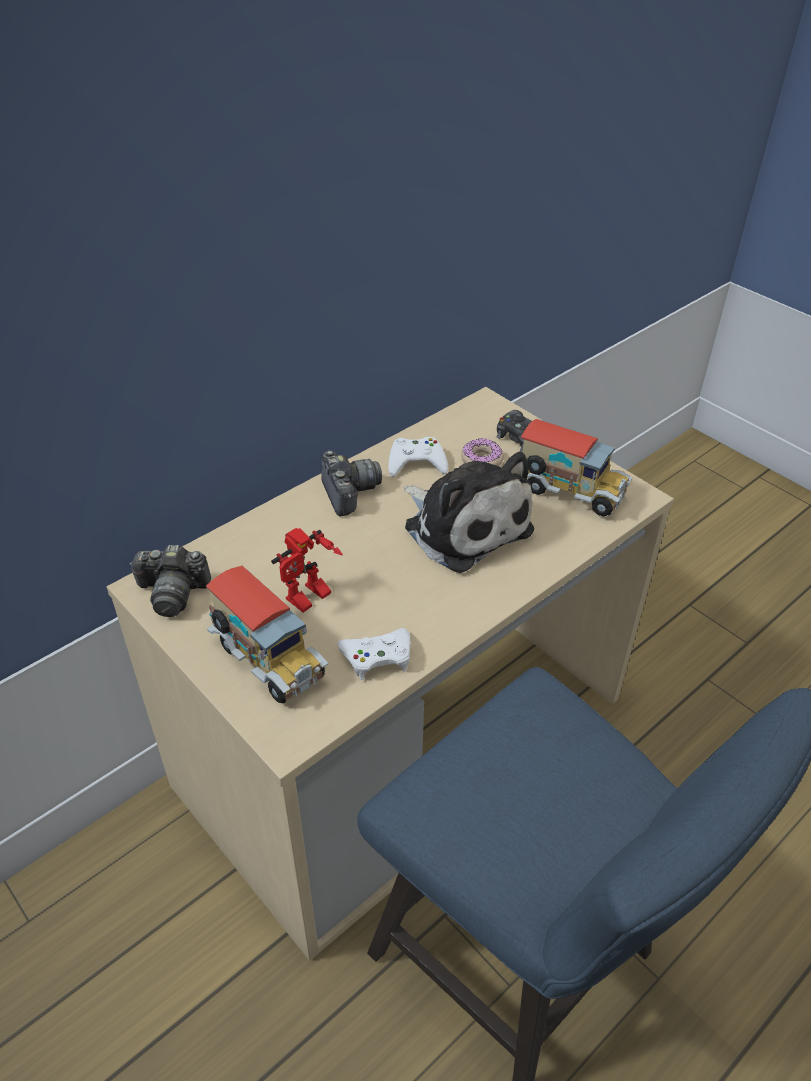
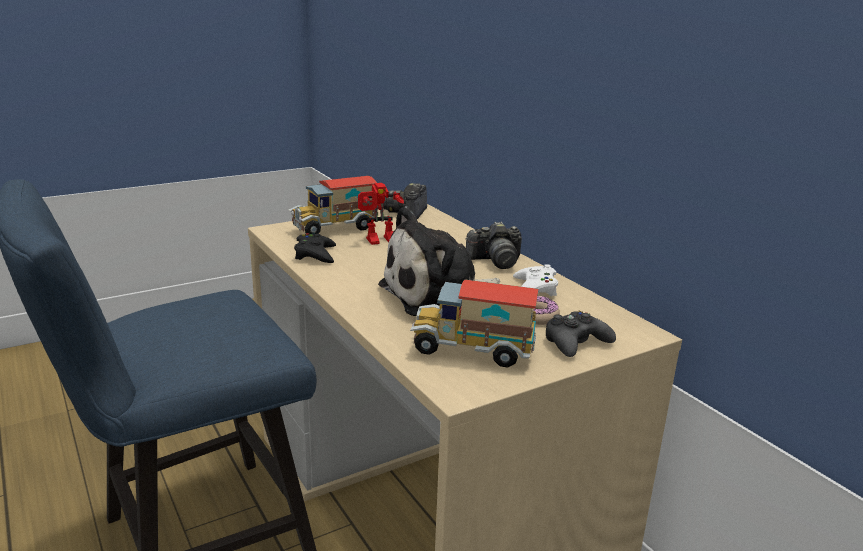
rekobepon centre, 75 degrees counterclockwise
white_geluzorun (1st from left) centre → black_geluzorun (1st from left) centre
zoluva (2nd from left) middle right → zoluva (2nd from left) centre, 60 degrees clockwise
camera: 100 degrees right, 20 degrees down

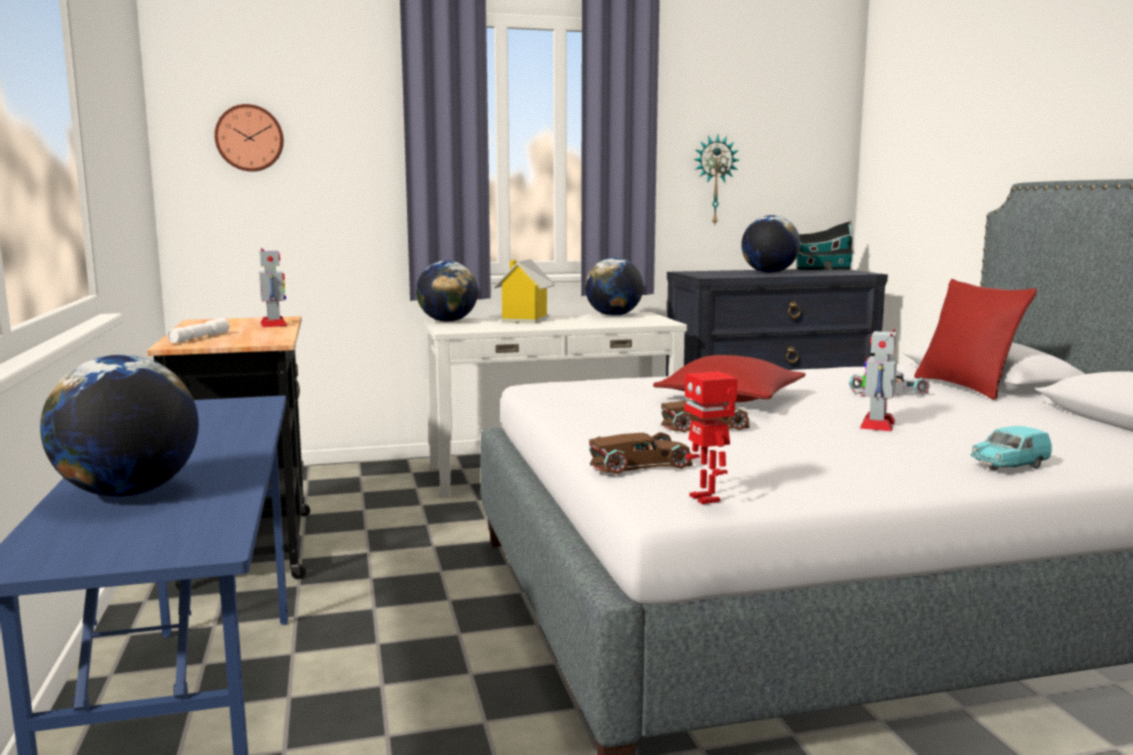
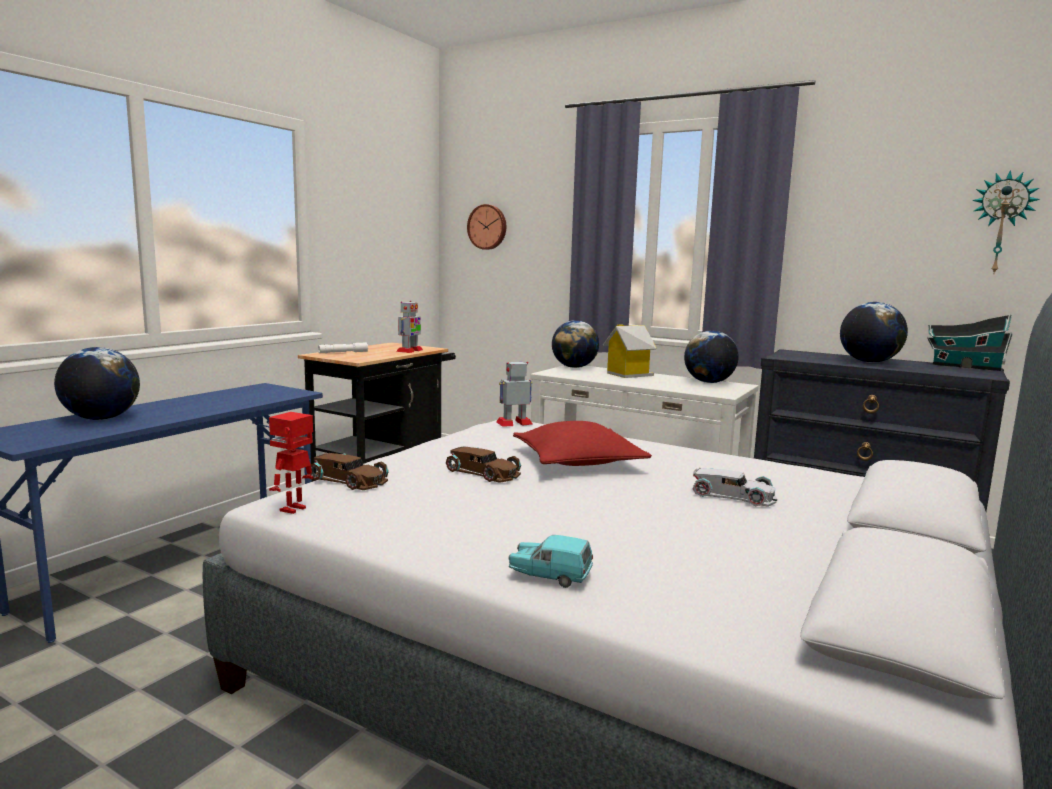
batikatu (2nd from left) top centre → batikatu (2nd from left) top right, moved
rekobepon (3rd from left) middle right → rekobepon (3rd from left) centre, moved
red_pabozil (2nd from left) middle right → -
camera: 45 degrees right, 0 degrees up

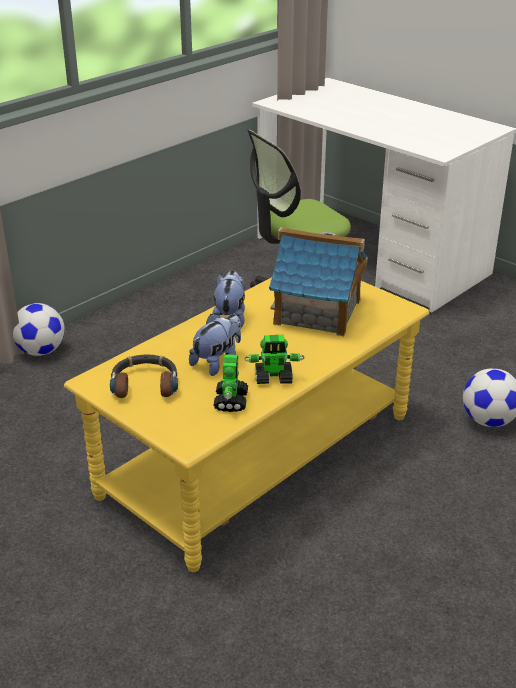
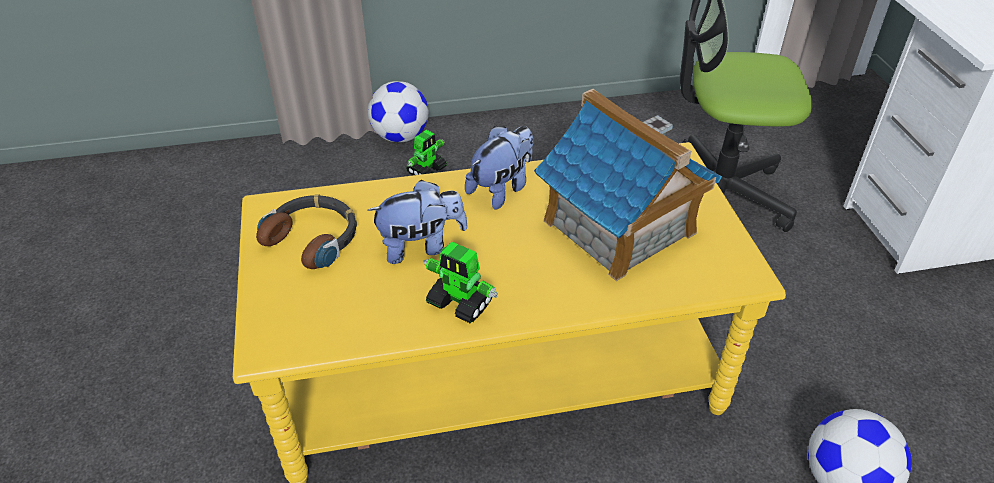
rekobepon (1st from left) centre → rekobepon (1st from left) top centre, moved
camera: 35 degrees right, 10 degrees up

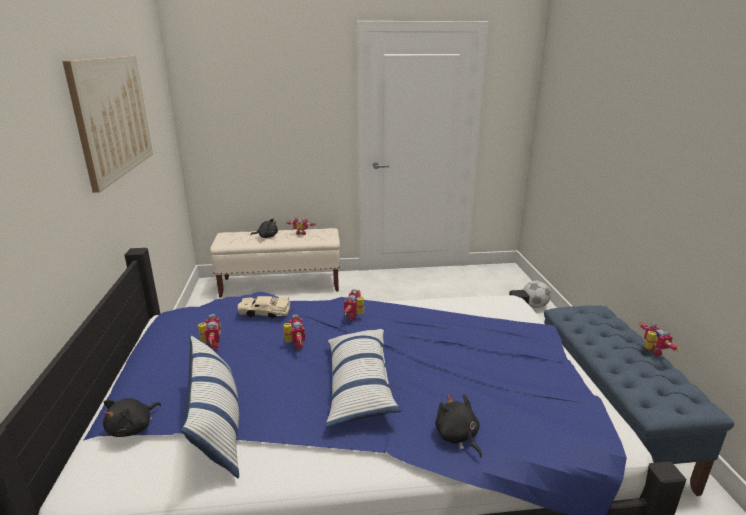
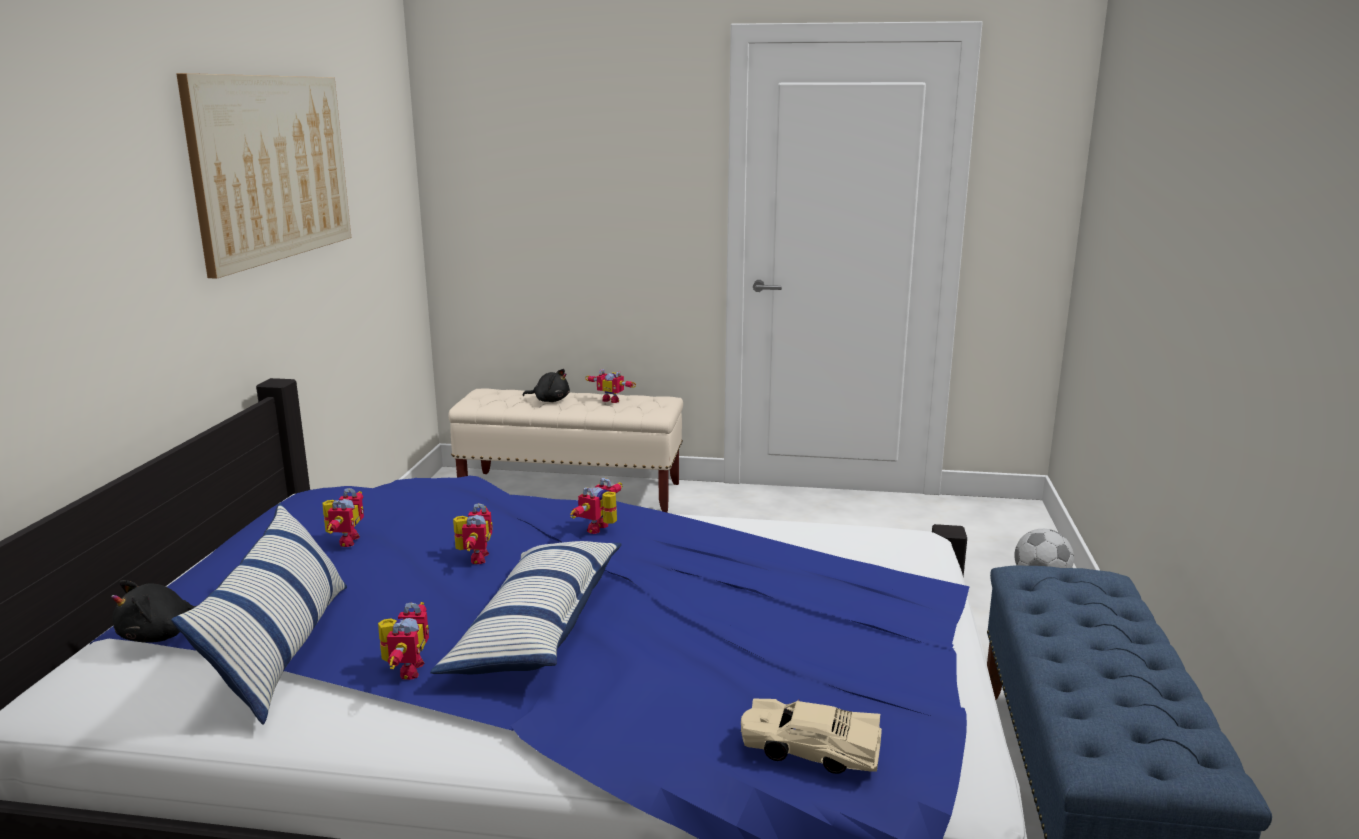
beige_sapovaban centre → beige_sapovaban bottom centre, moved
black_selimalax (3rd from left) bottom centre → -
rekobepon (5th from left in the first image) middle right → rekobepon (2nd from left) bottom left, moved
camera: 15 degrees right, 5 degrees down

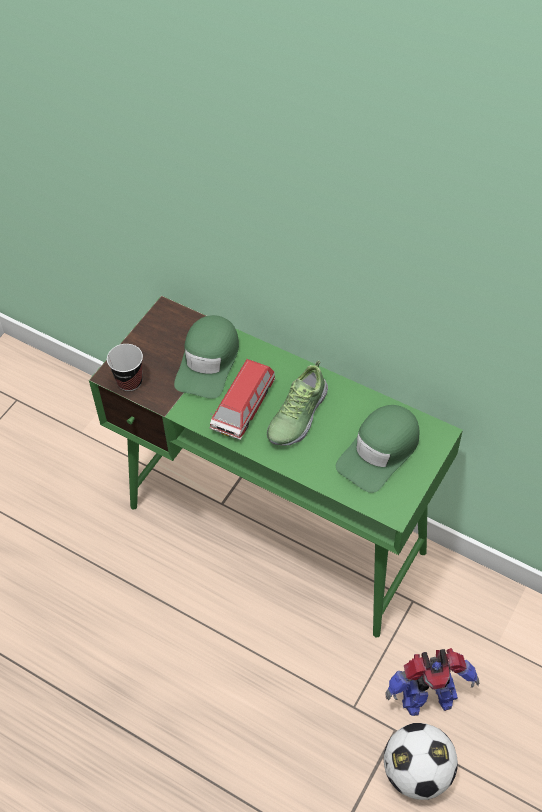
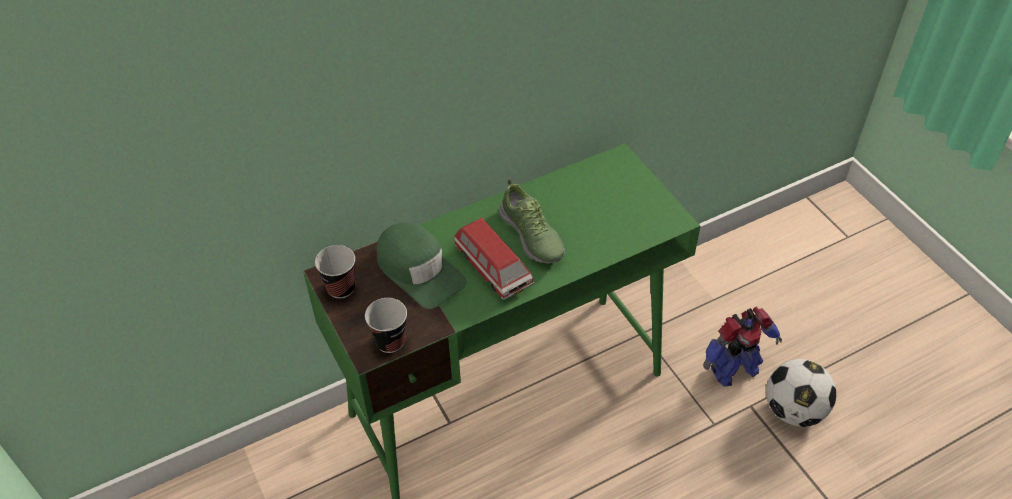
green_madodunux (2nd from left) middle right → -
rekobepon bottom right, 45 degrees clockwise
- → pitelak (1st from left) middle left
camera: 60 degrees left, 5 degrees down

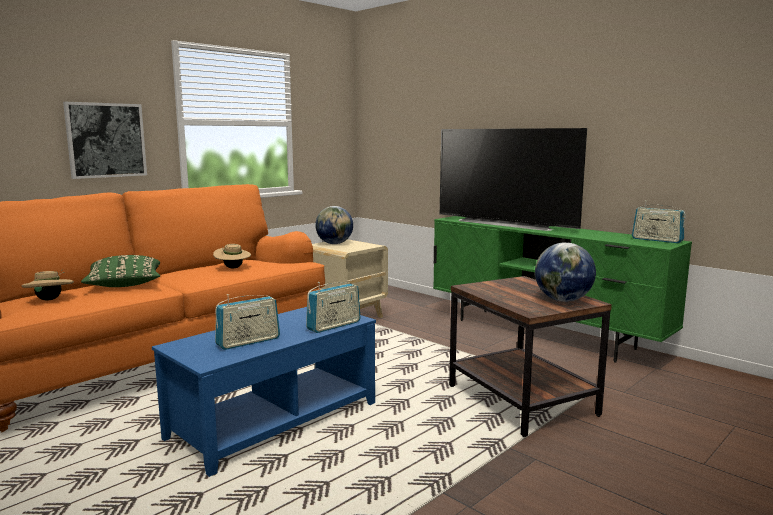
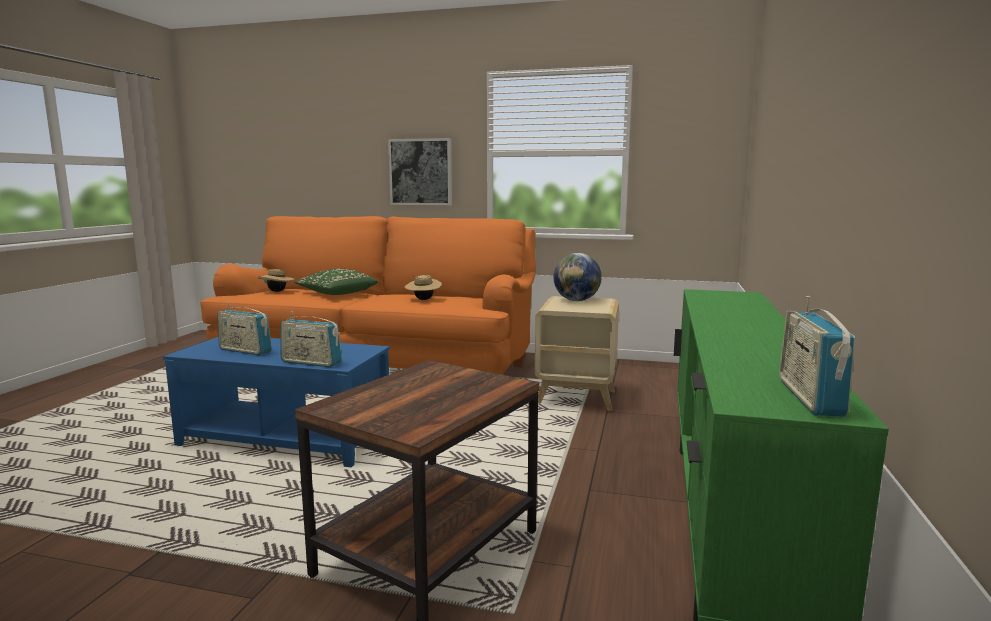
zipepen centre → -
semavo (2nd from left) middle right → -
camera: 60 degrees right, 0 degrees up

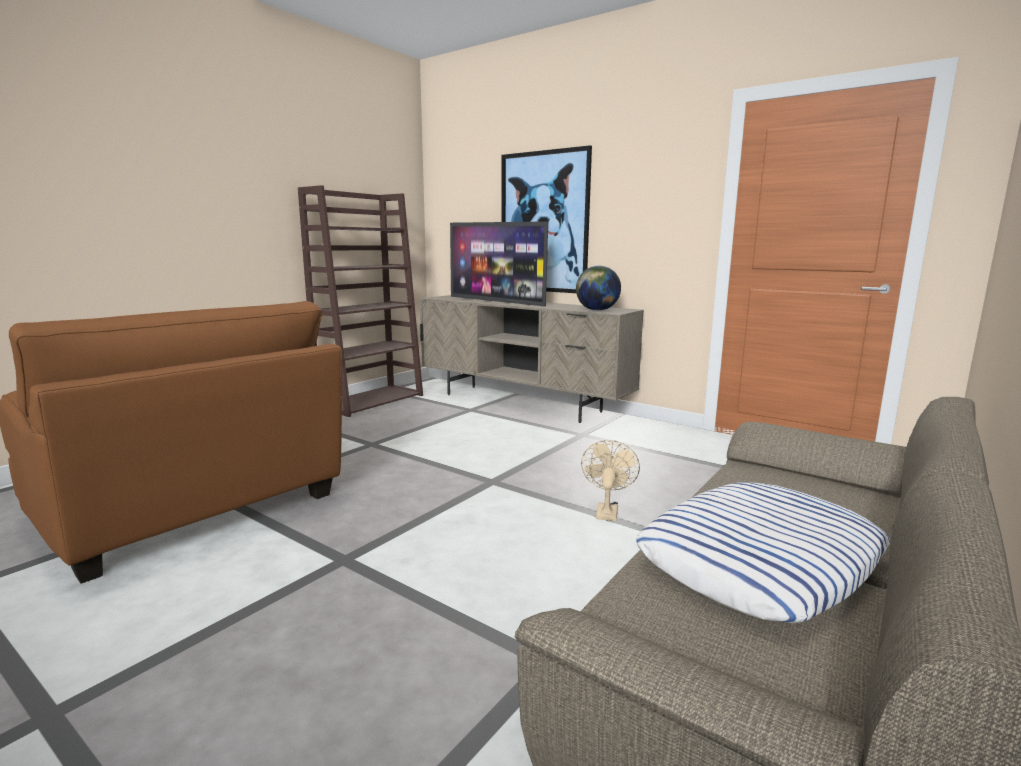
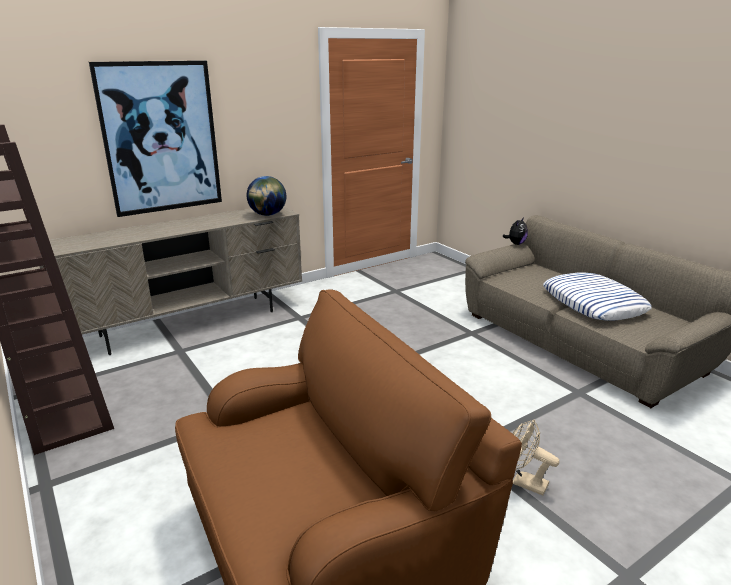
zipepen centre → -
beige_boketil centre → beige_boketil bottom right, moved
- → selimalax middle right
camera: 70 degrees left, 10 degrees up

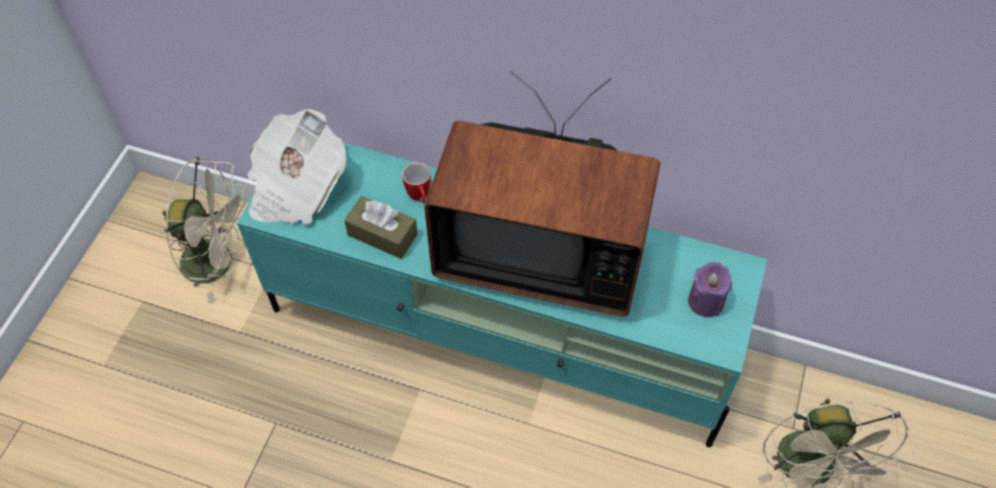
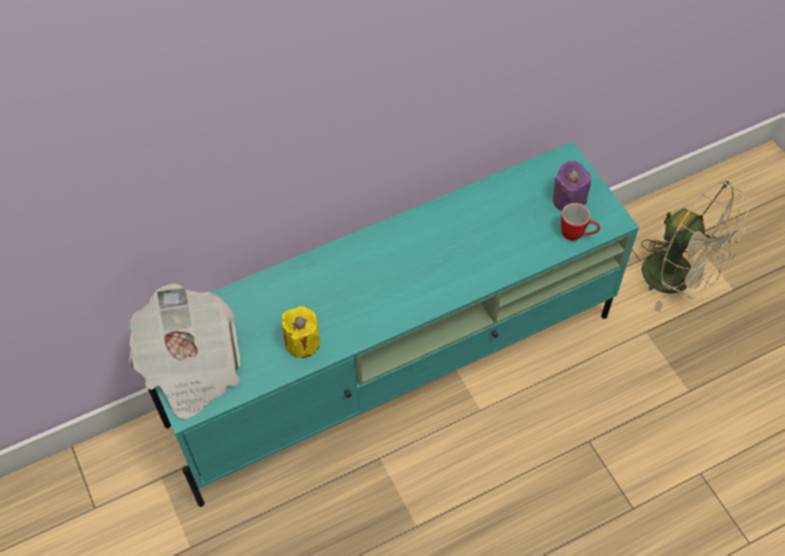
beige_boketil (1st from left) middle left → -
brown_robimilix centre → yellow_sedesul centre
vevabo centre → vevabo middle right, moved
zipepen centre → -
camera: 45 degrees left, 0 degrees up

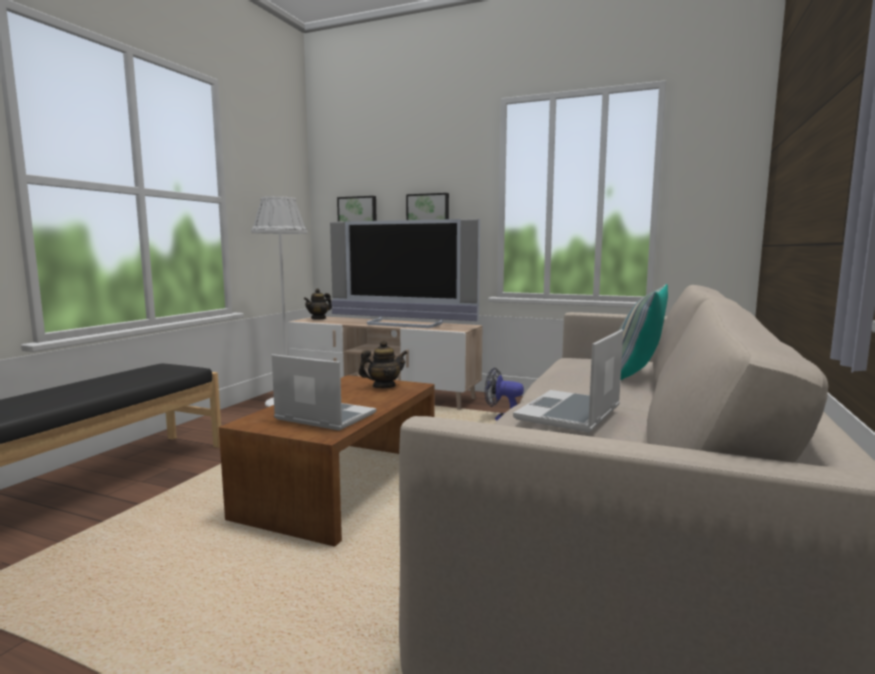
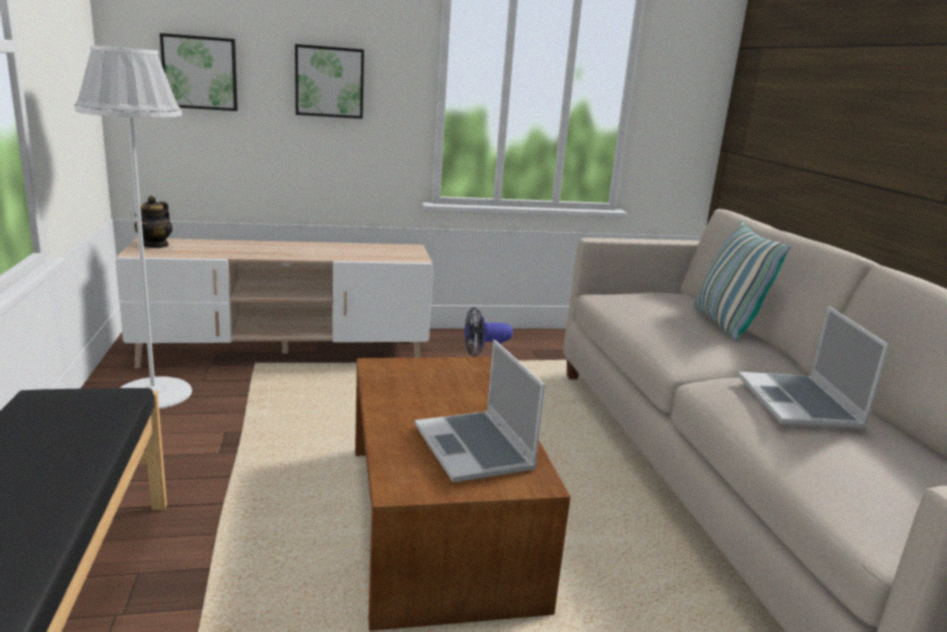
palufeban (1st from left) centre, 105 degrees counterclockwise
zipepen centre → -
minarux (2nd from left) centre → -
camera: 35 degrees left, 10 degrees up

